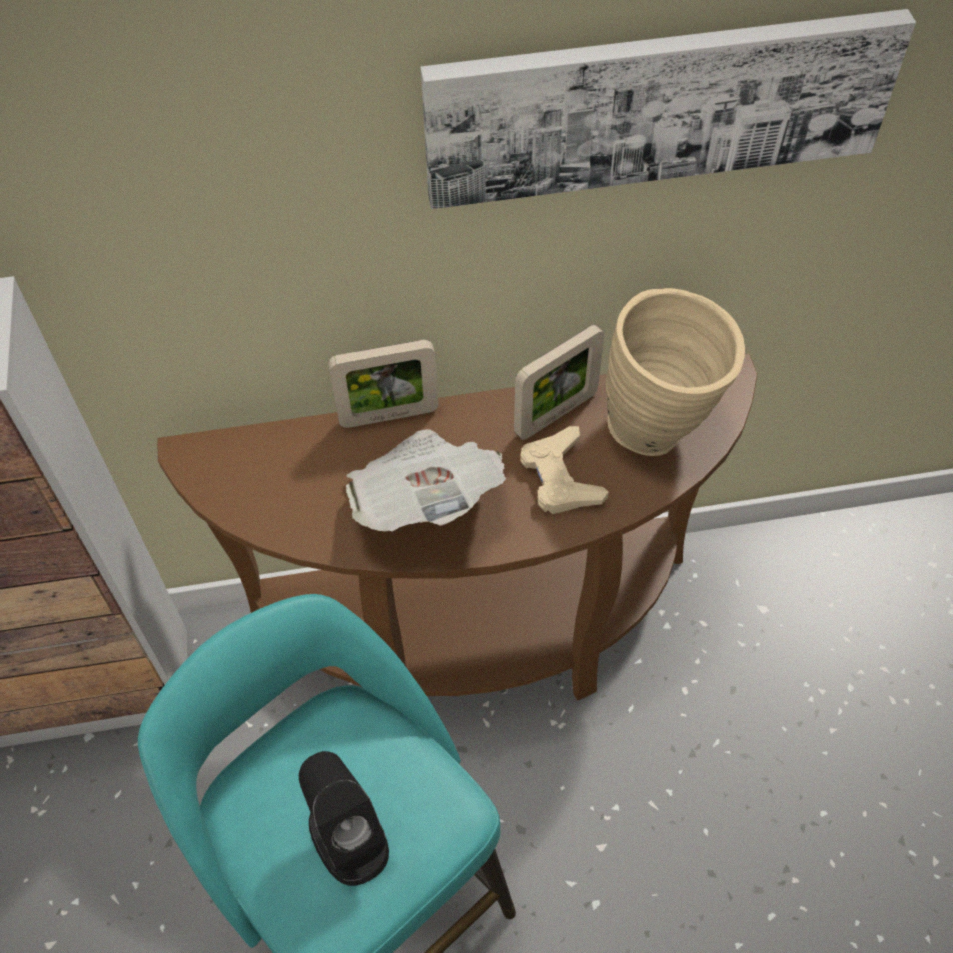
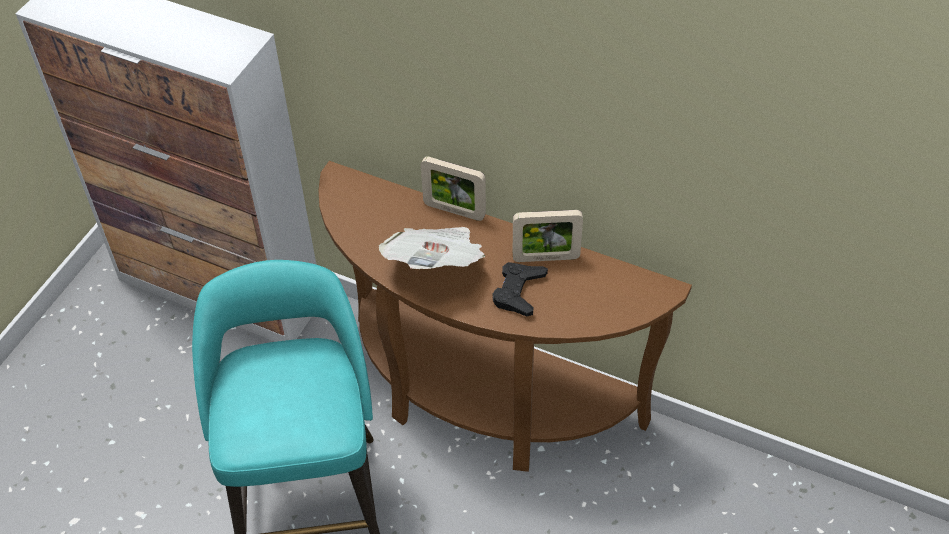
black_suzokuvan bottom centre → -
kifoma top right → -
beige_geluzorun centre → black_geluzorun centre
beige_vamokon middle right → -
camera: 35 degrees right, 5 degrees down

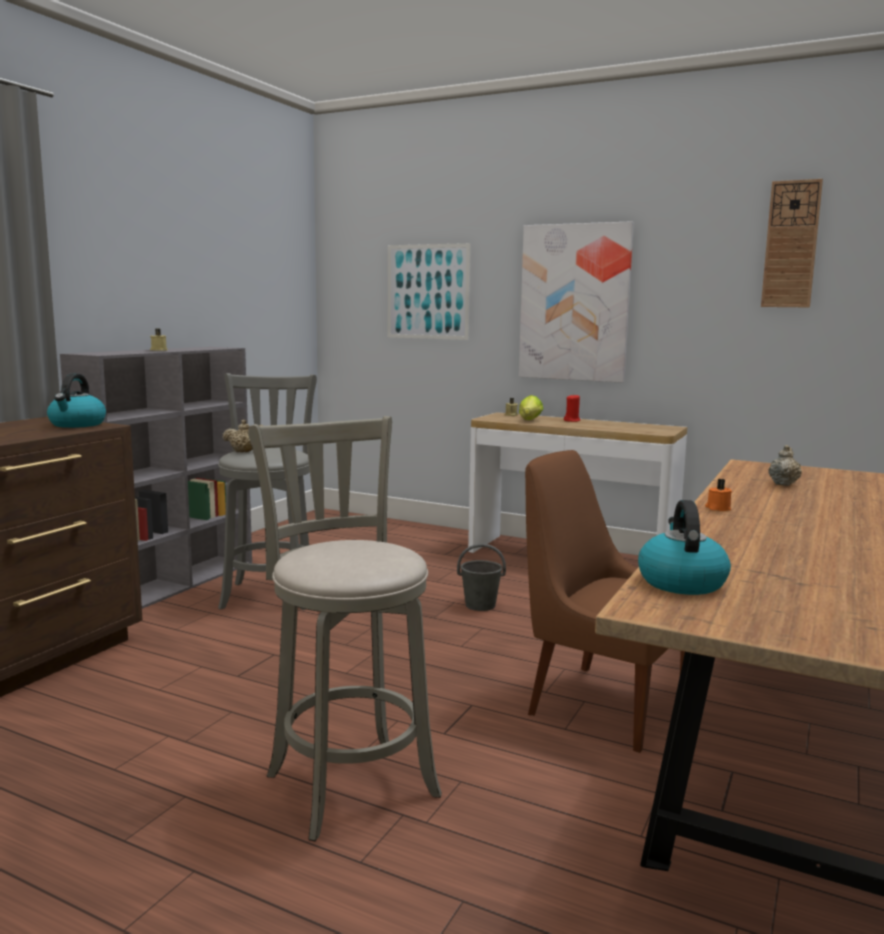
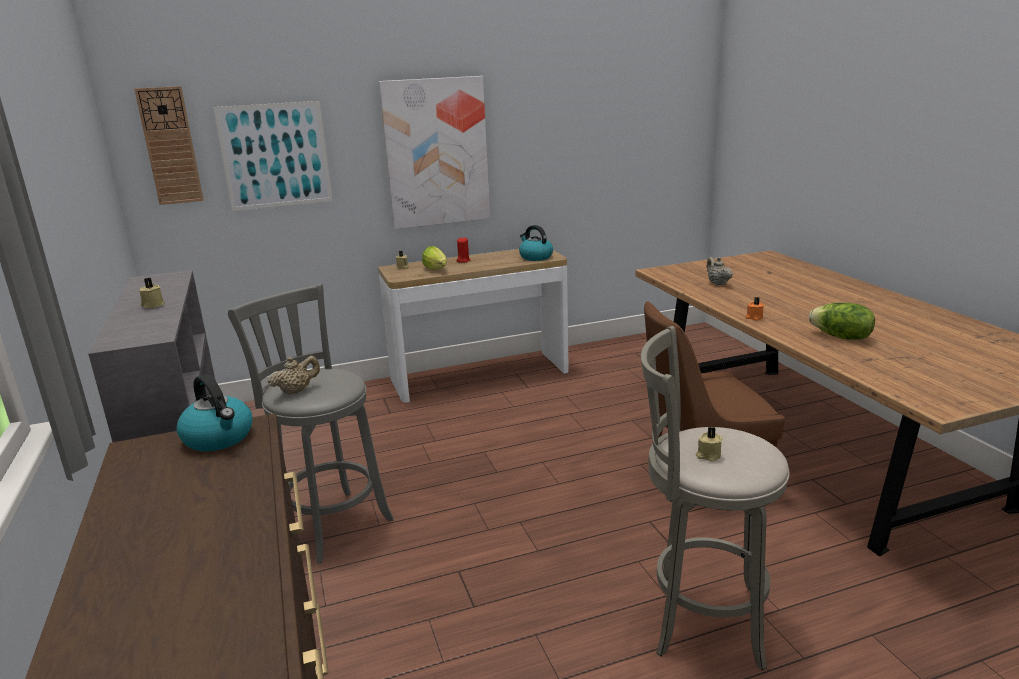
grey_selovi centre → -
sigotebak (2nd from left) middle right → sigotebak (2nd from left) centre, moved
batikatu top right → batikatu top left, moved
- → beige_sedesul (3rd from left) middle right
- → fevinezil (2nd from left) middle right
camera: 45 degrees left, 10 degrees up

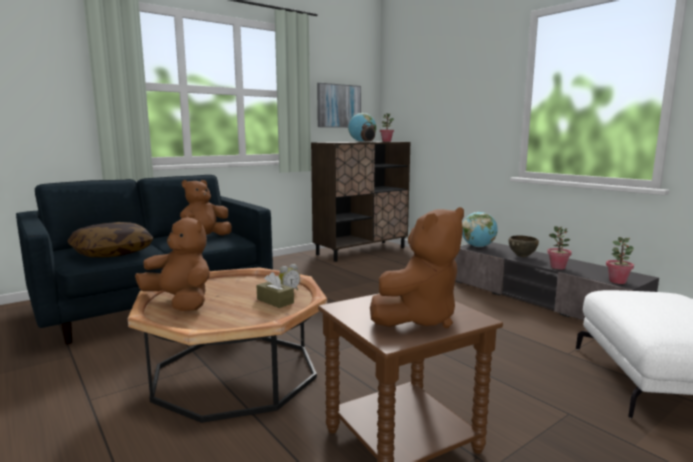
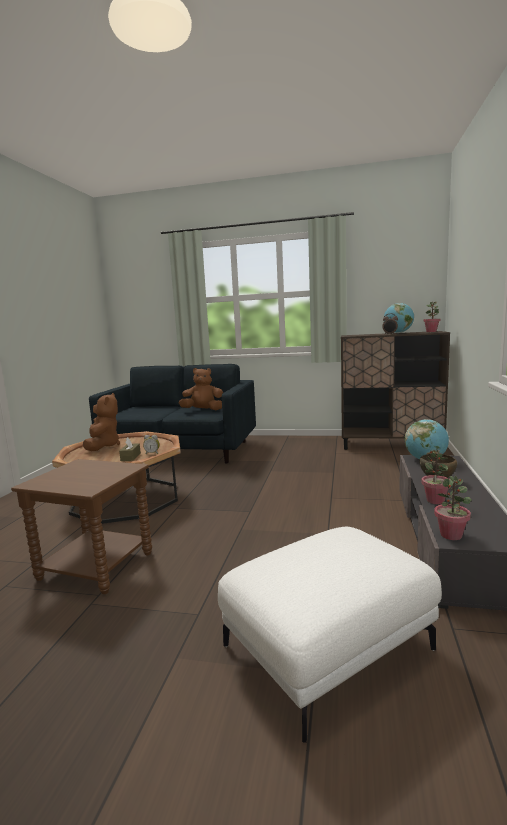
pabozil middle left → -
kifoma top centre → -
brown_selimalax (3rd from left) centre → -
camera: 50 degrees right, 0 degrees up

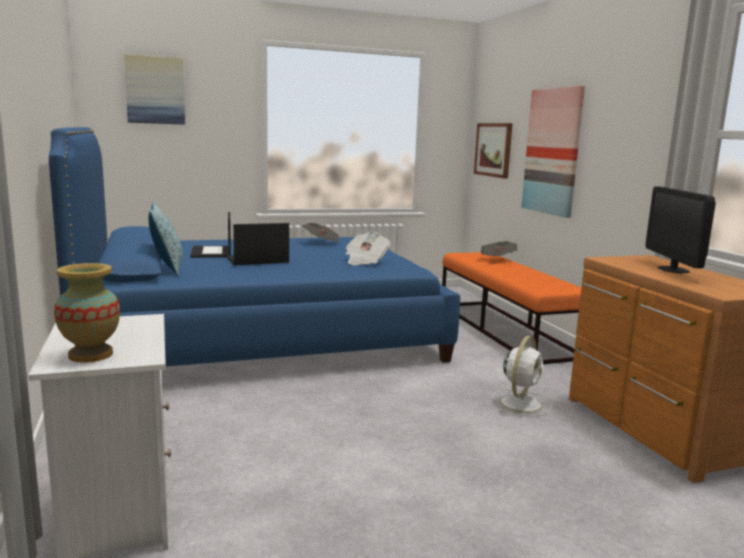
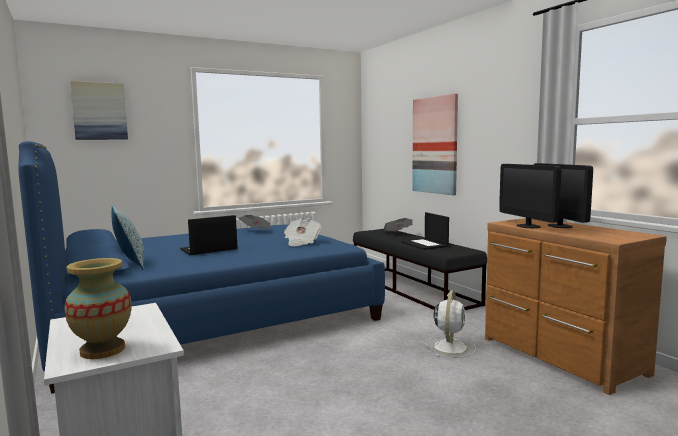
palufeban (1st from left in the first image) middle left → palufeban (2nd from left) centre, moved
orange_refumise middle right → black_refumise centre
kifoma (2nd from left) top centre → -
- → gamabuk (1st from left) middle right
camera: 10 degrees left, 5 degrees down

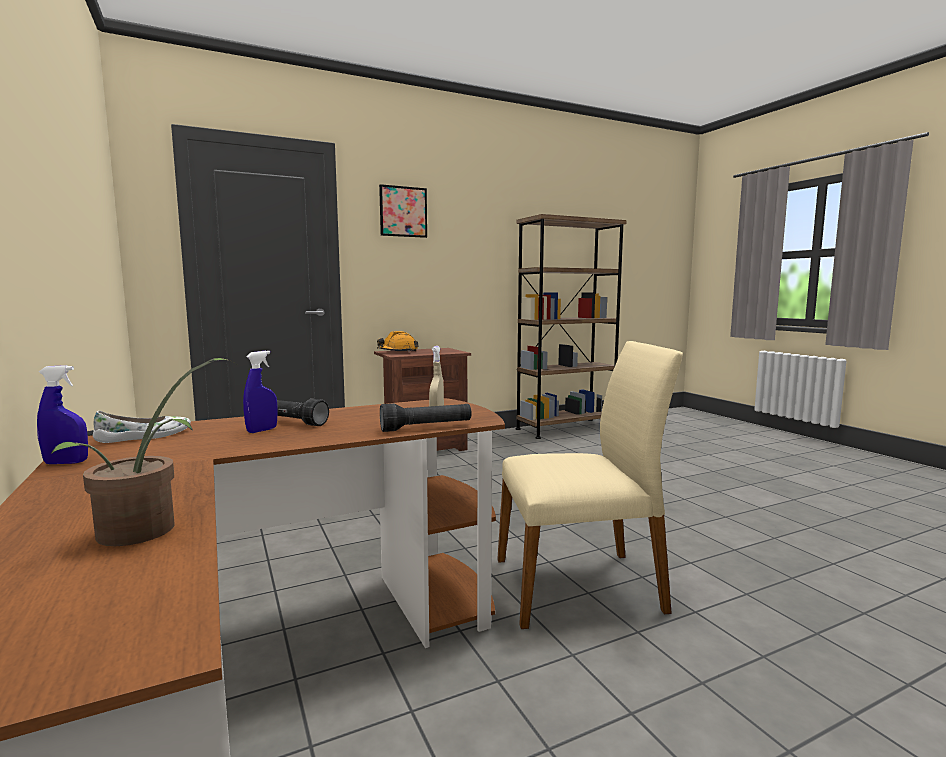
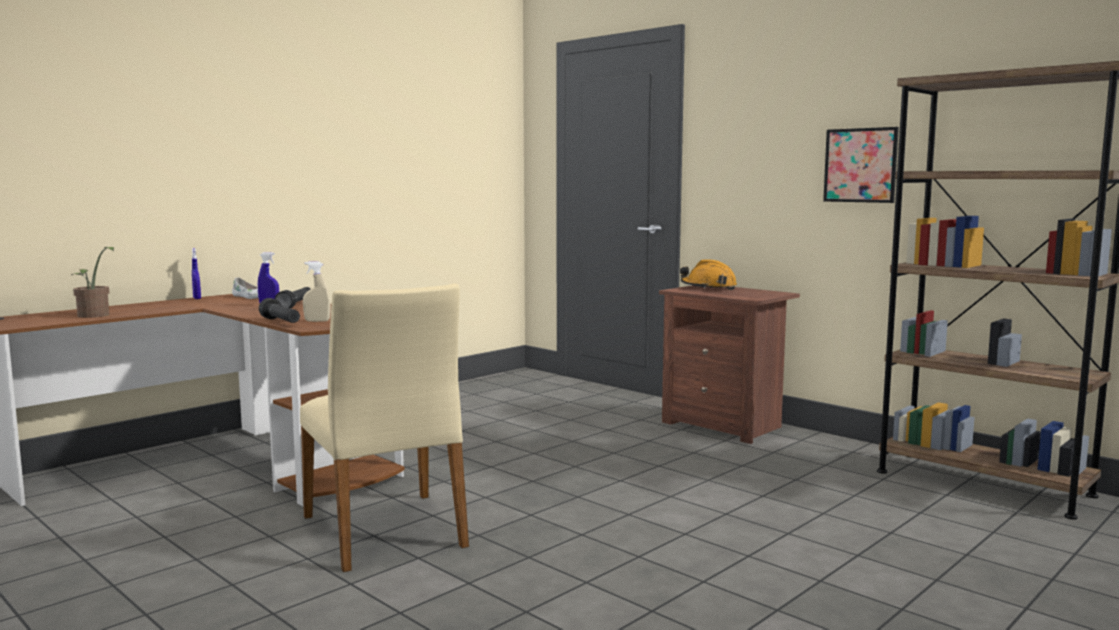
kifoma top centre → kifoma top right, moved
camera: 70 degrees right, 0 degrees up

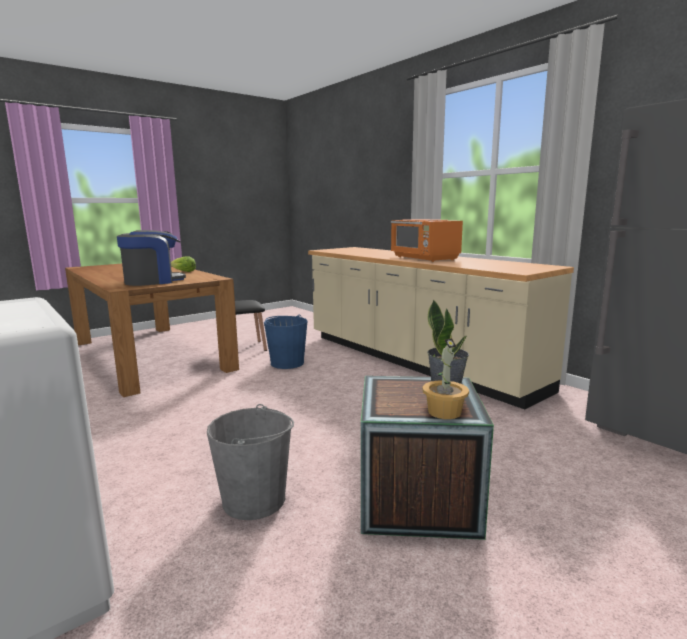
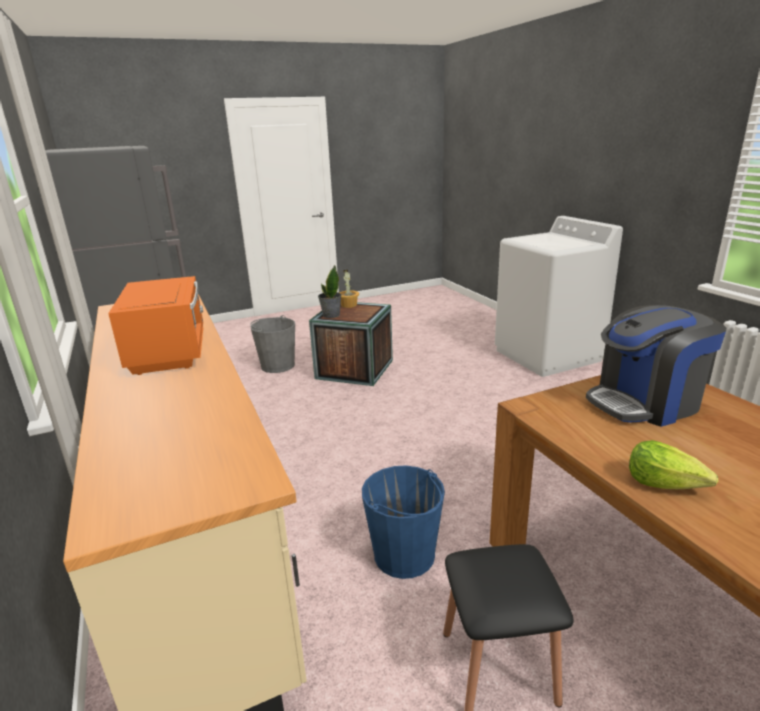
grey_selovi bottom centre → grey_selovi centre, moved
camera: 165 degrees left, 10 degrees up

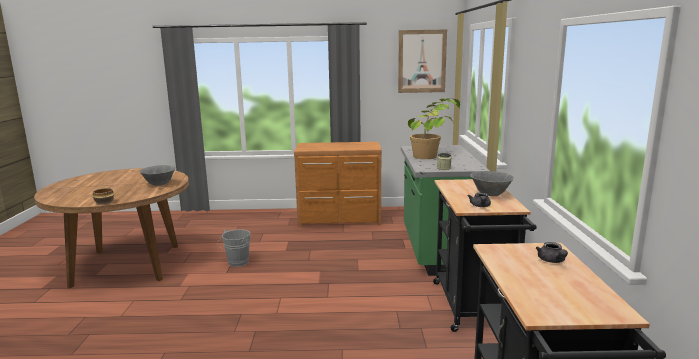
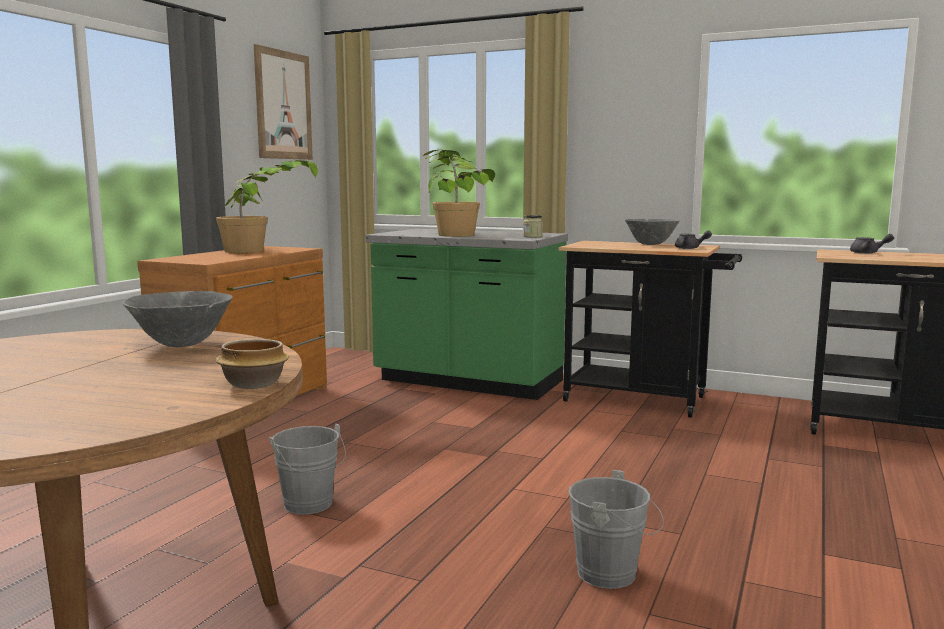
- → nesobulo (1st from left) top left
- → grey_selovi (2nd from left) bottom centre
camera: 65 degrees left, 5 degrees down

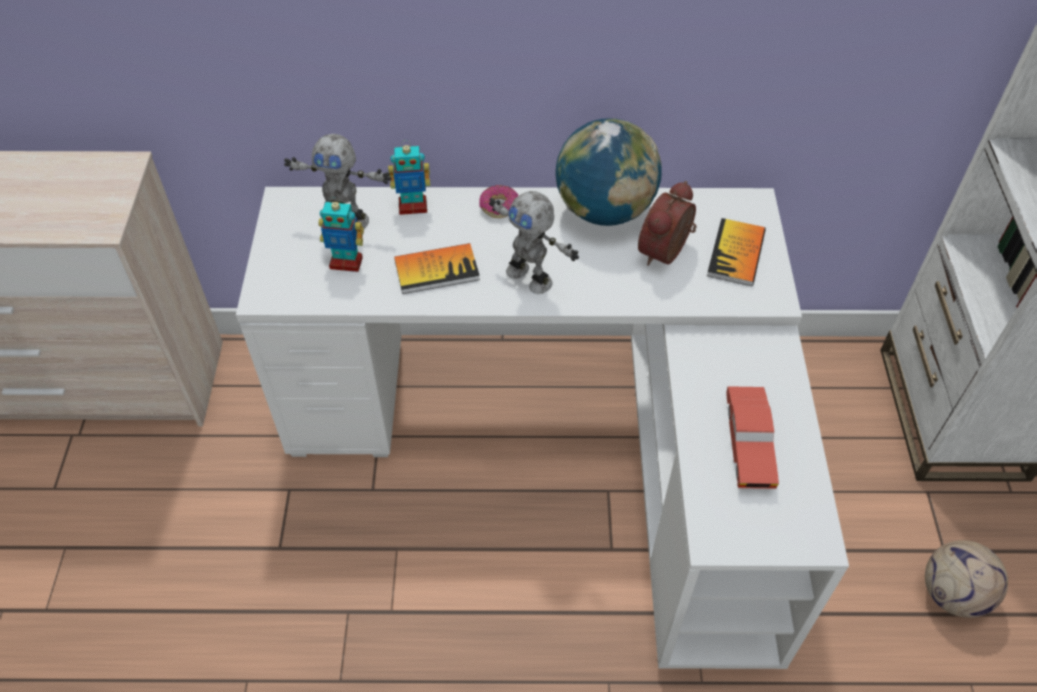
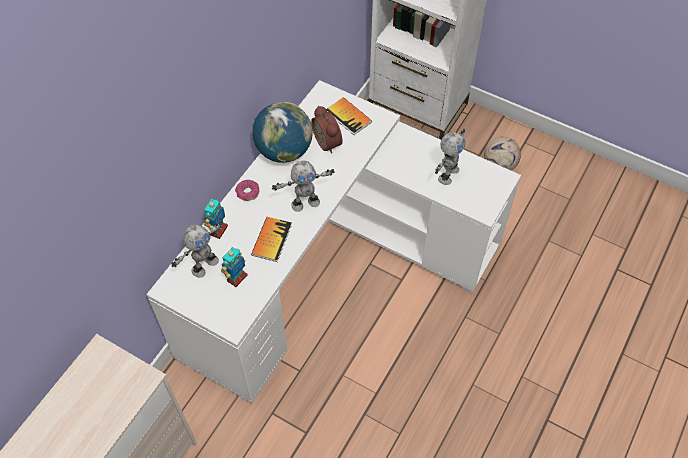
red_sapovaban middle right → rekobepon (5th from left) centre
camera: 60 degrees left, 5 degrees up

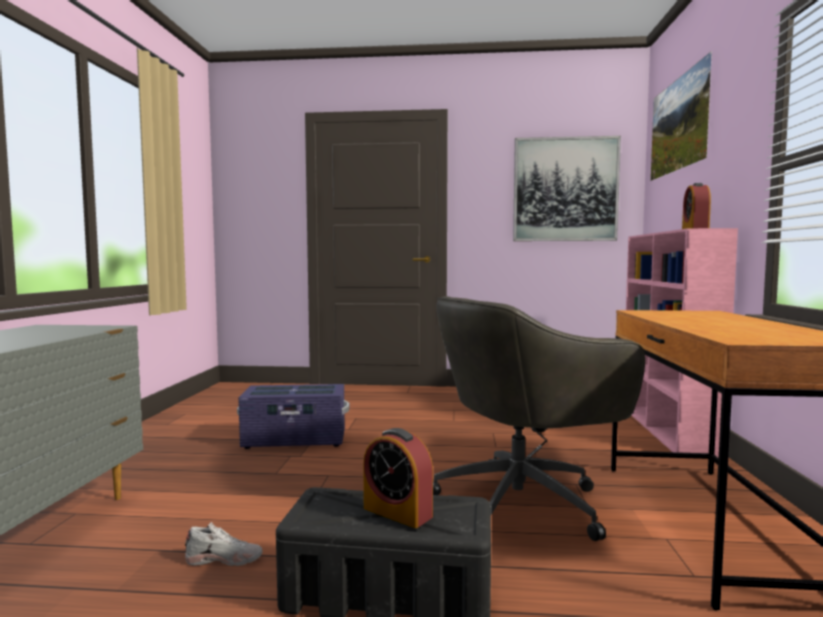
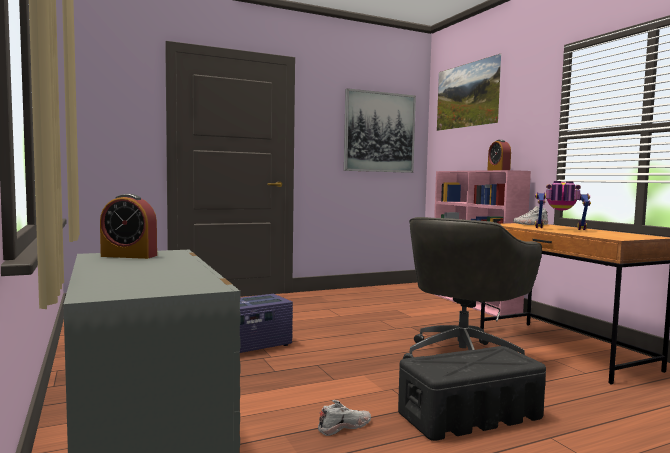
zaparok (1st from left) bottom centre → zaparok (1st from left) middle left, moved
- → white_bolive (2nd from left) middle right
- → rekobepon middle right
camera: 30 degrees left, 0 degrees up

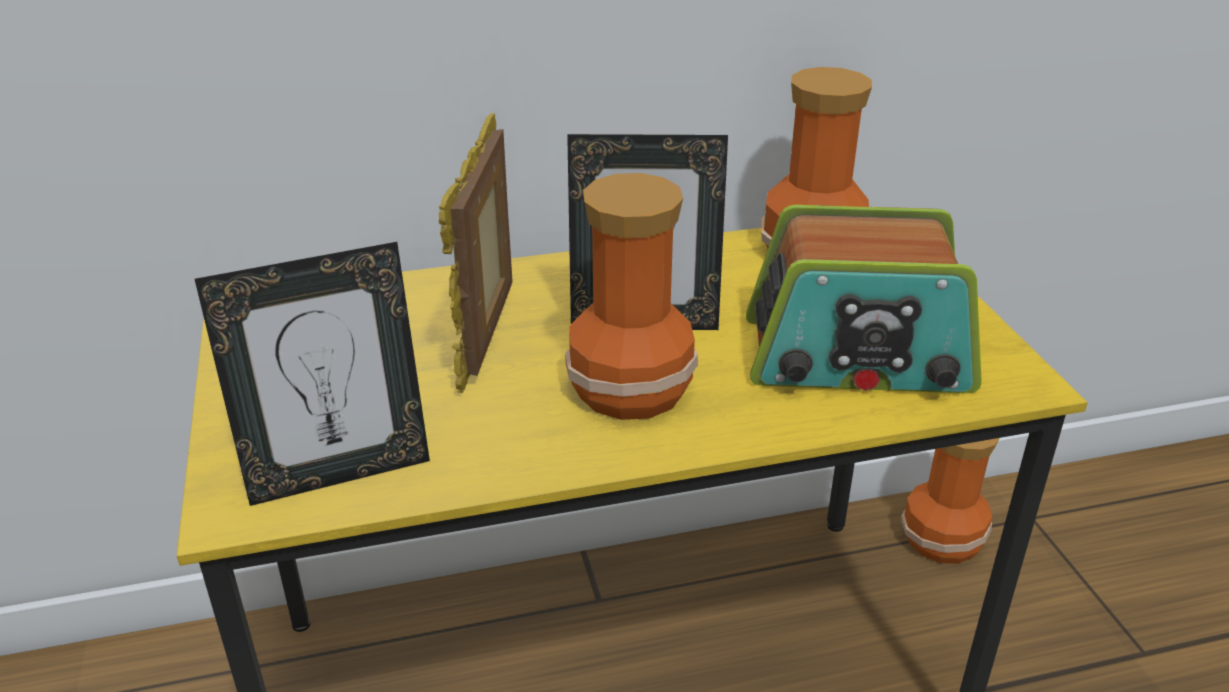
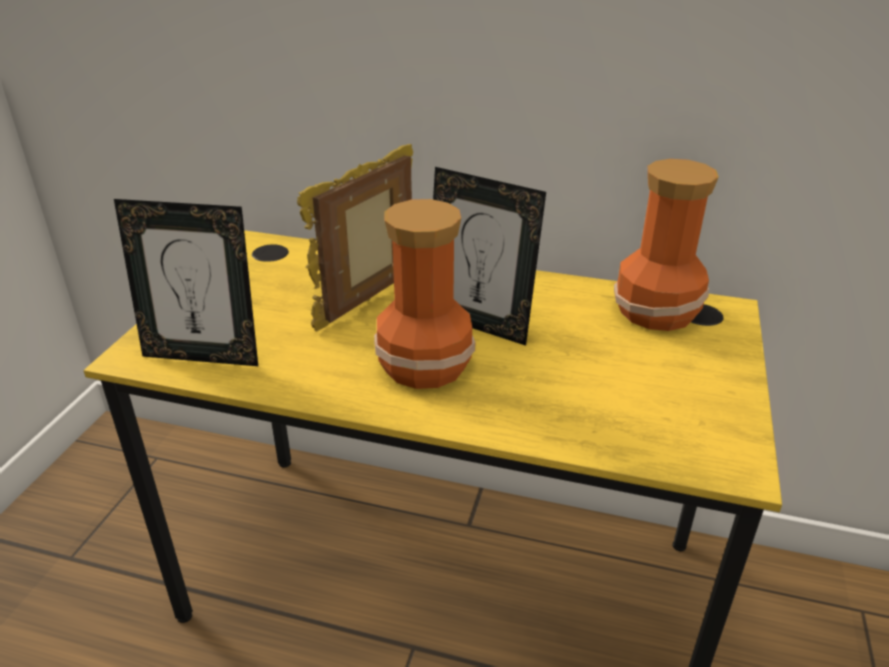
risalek middle right → -
vamokon (3rd from left) bottom right → -
camera: 30 degrees right, 0 degrees up

